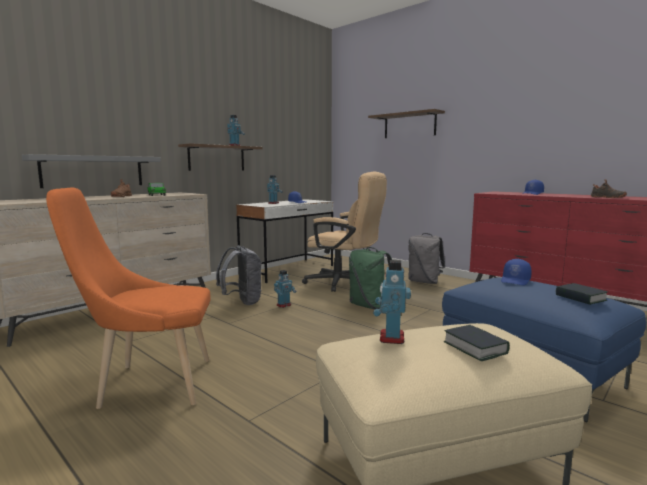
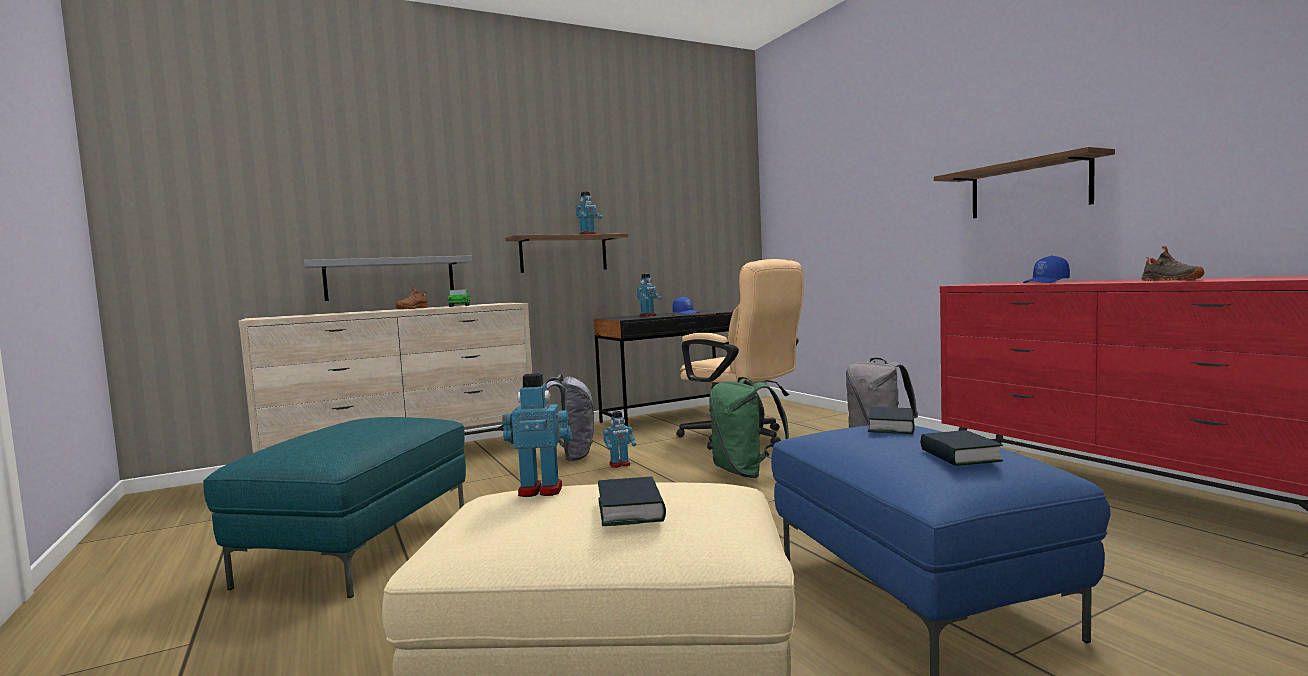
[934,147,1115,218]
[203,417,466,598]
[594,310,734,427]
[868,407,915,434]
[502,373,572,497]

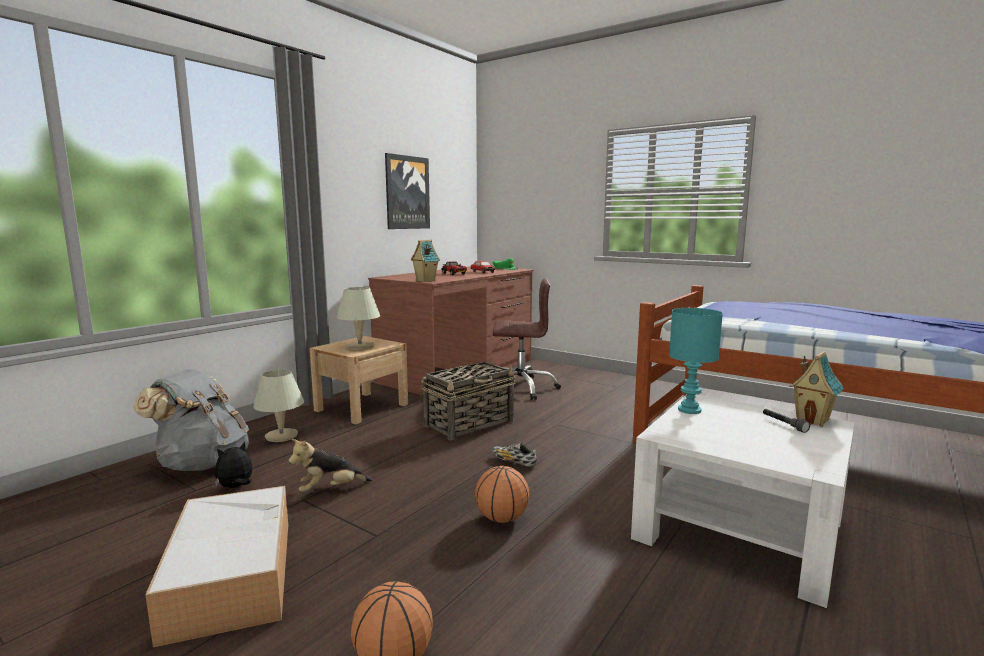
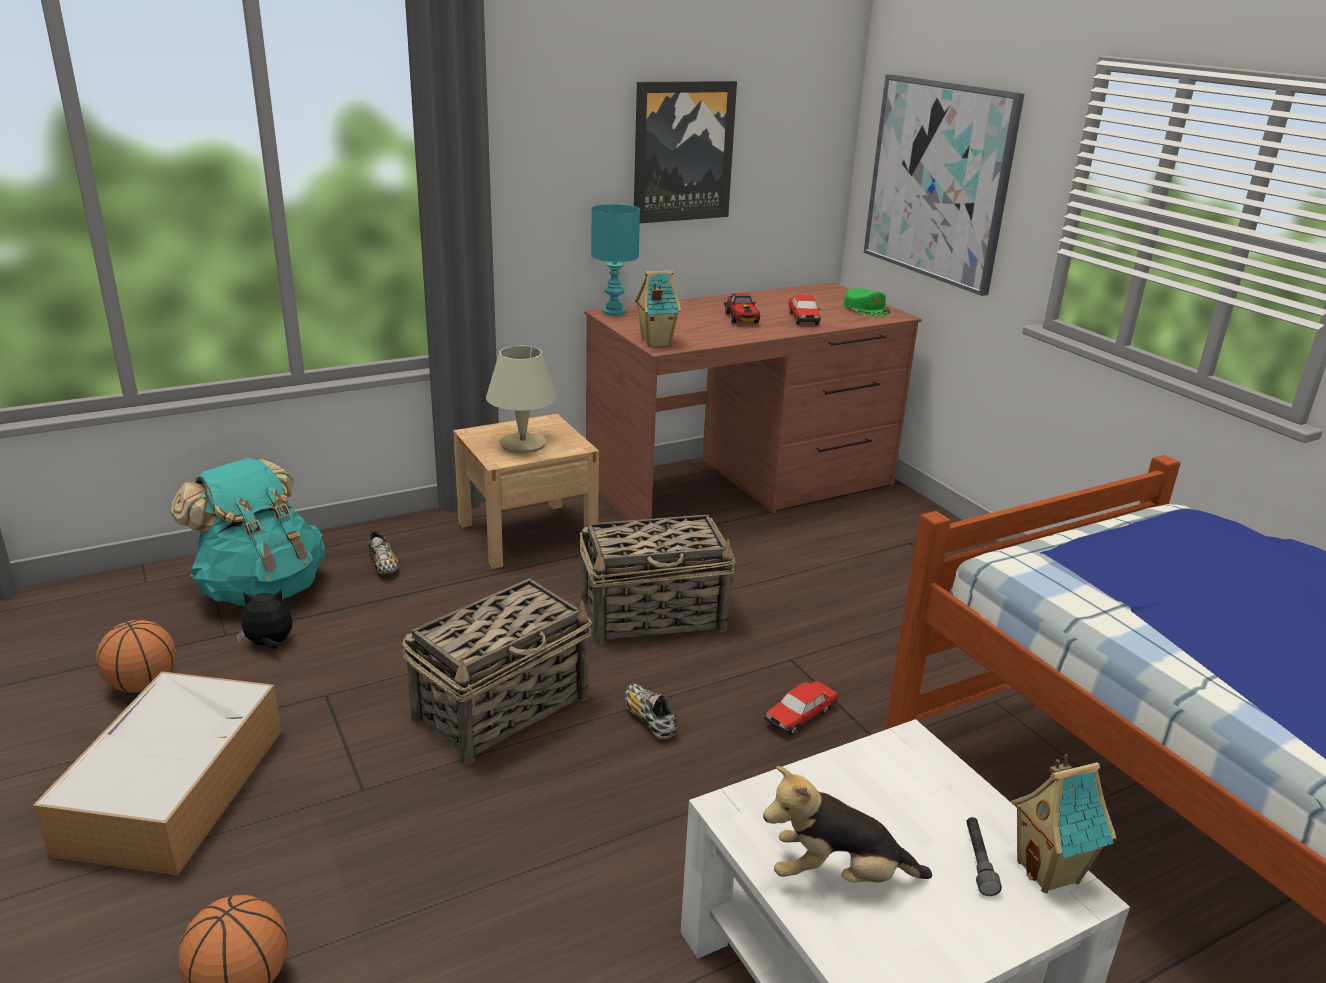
[493,278,561,400] (first image)
[591,204,640,315]
[171,458,325,606]
[368,530,399,575]
[763,766,932,883]
[96,620,177,693]
[863,74,1025,296]
[402,578,592,765]
[764,681,838,736]

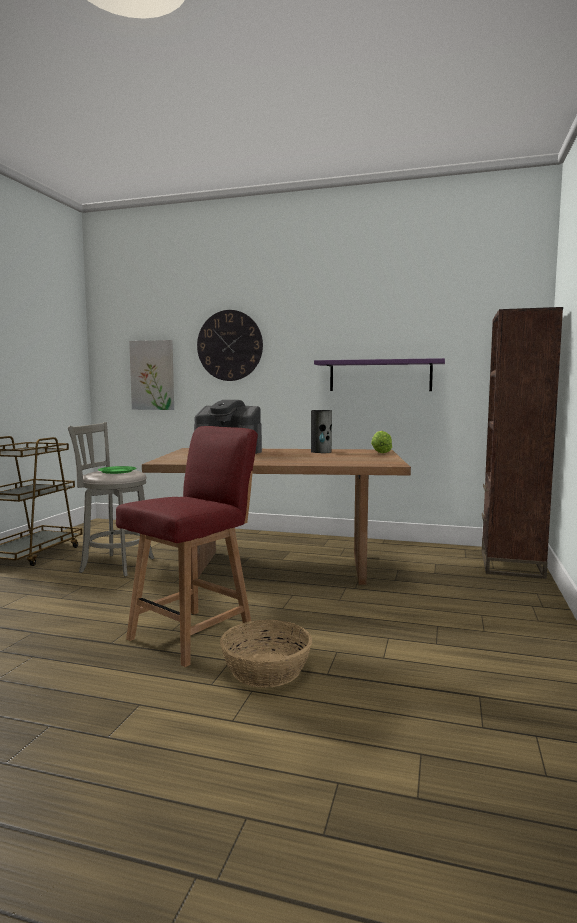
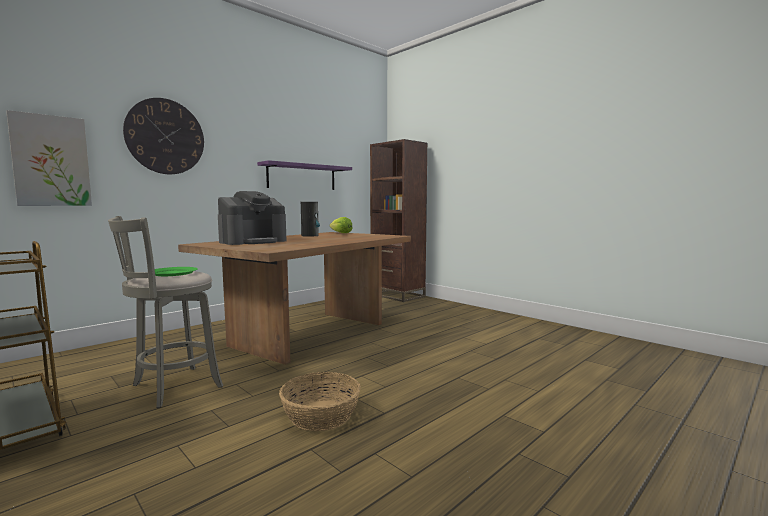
[116,426,258,667] (first image)
[279,372,361,431]

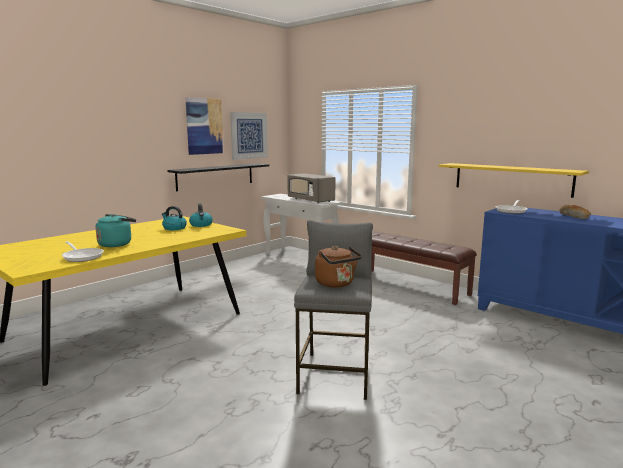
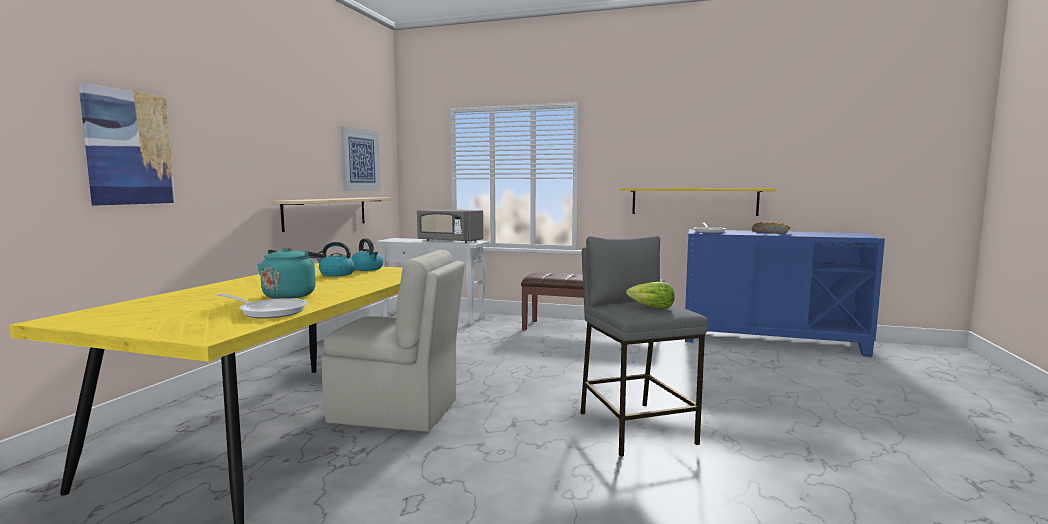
[79,83,175,205]
[271,197,391,232]
[626,282,675,309]
[322,250,465,432]

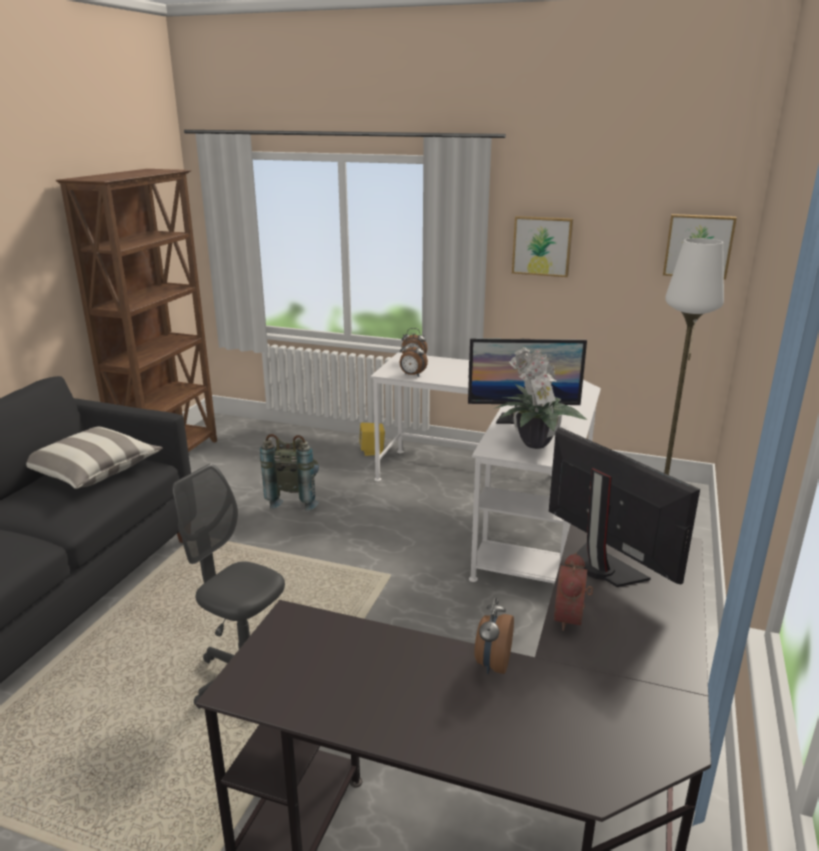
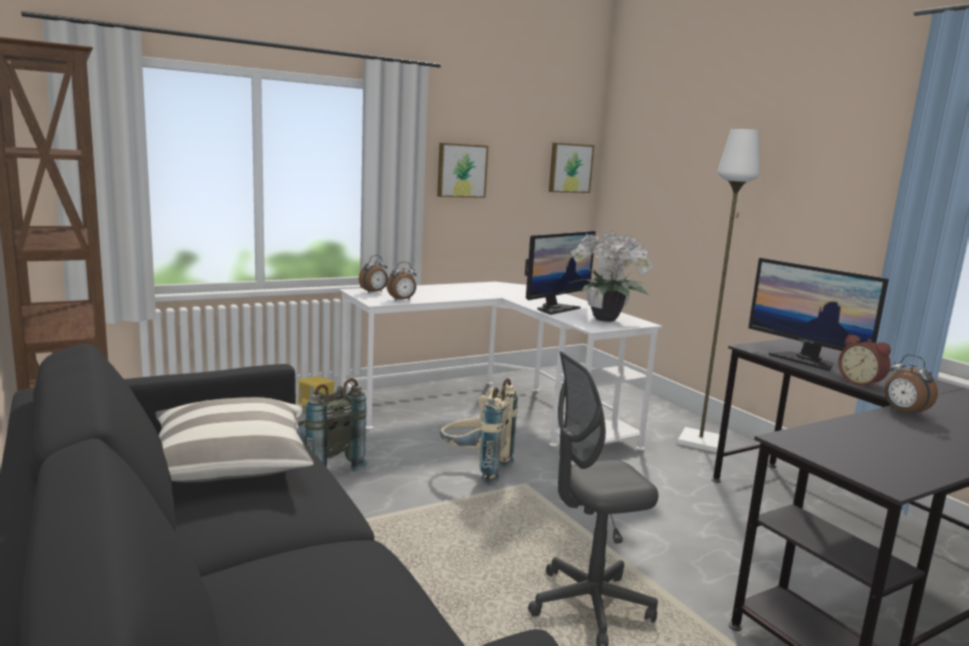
[748,258,889,371]
[440,378,518,485]

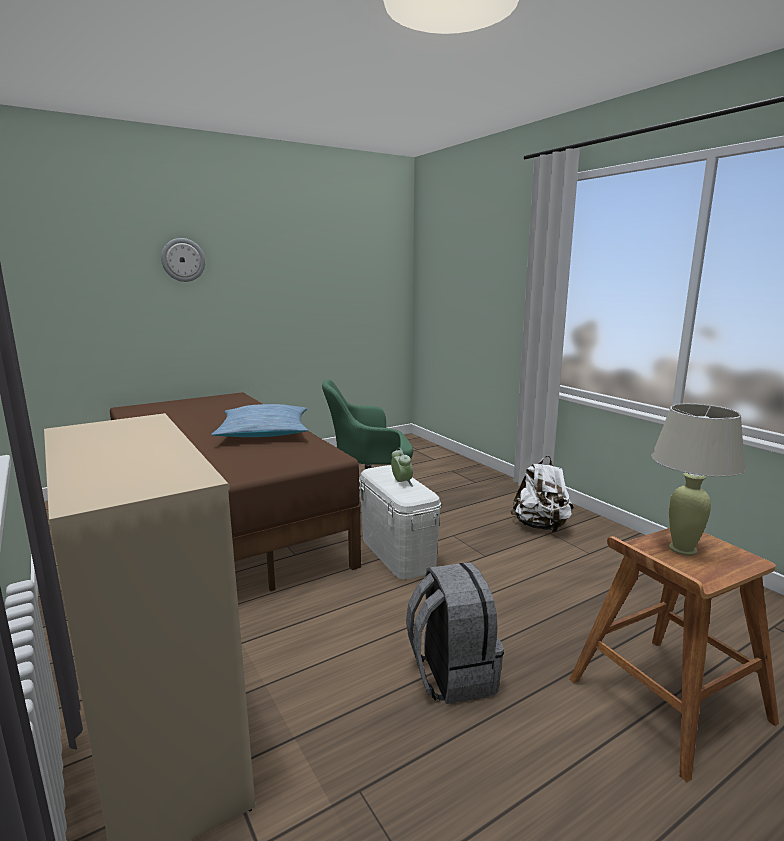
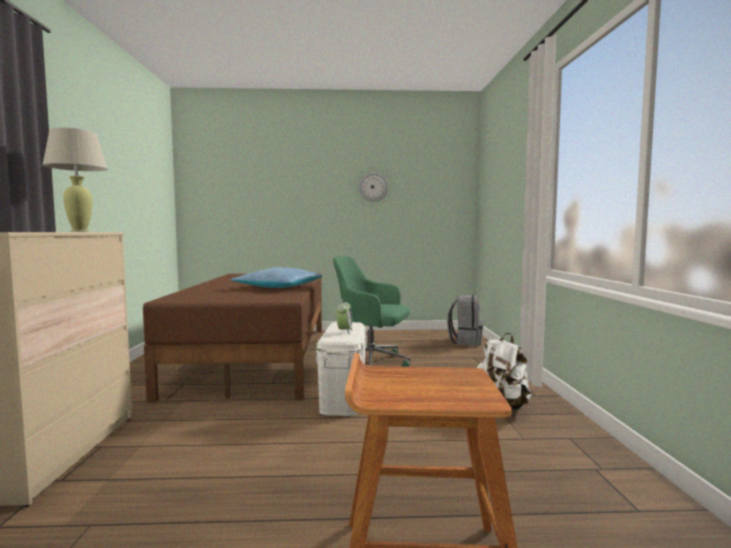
[359,172,388,202]
[42,127,108,232]
[447,295,484,346]

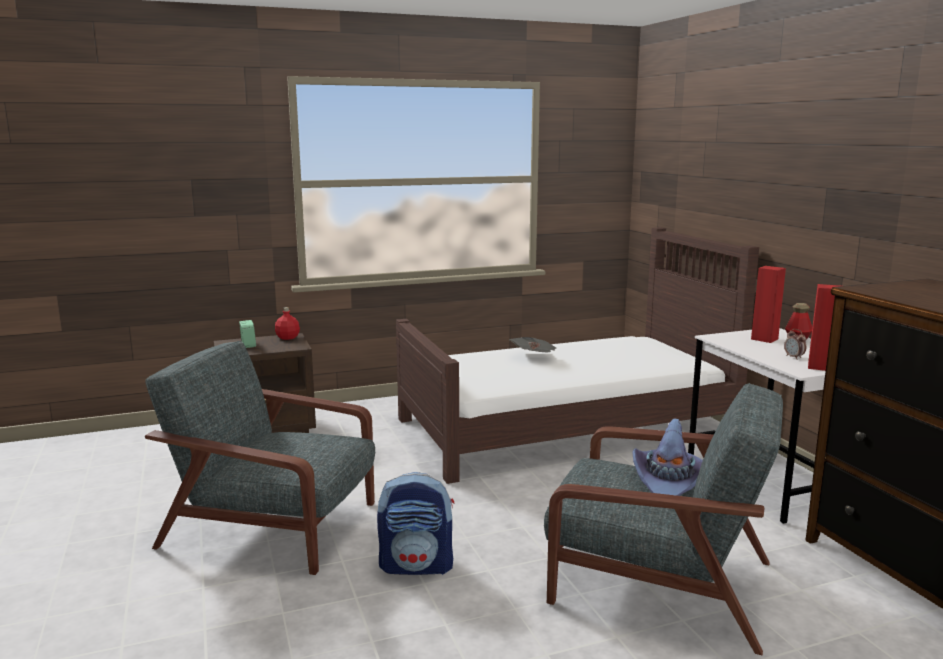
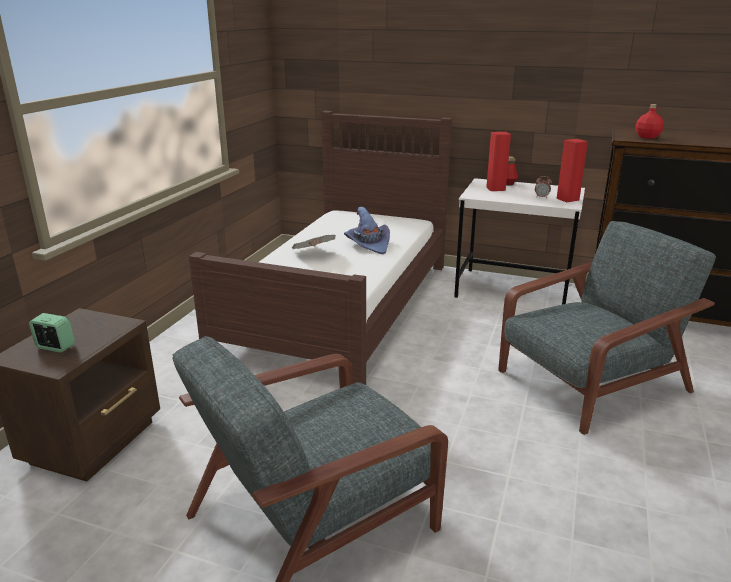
[635,104,664,139]
[344,207,390,254]
[377,472,454,575] (first image)

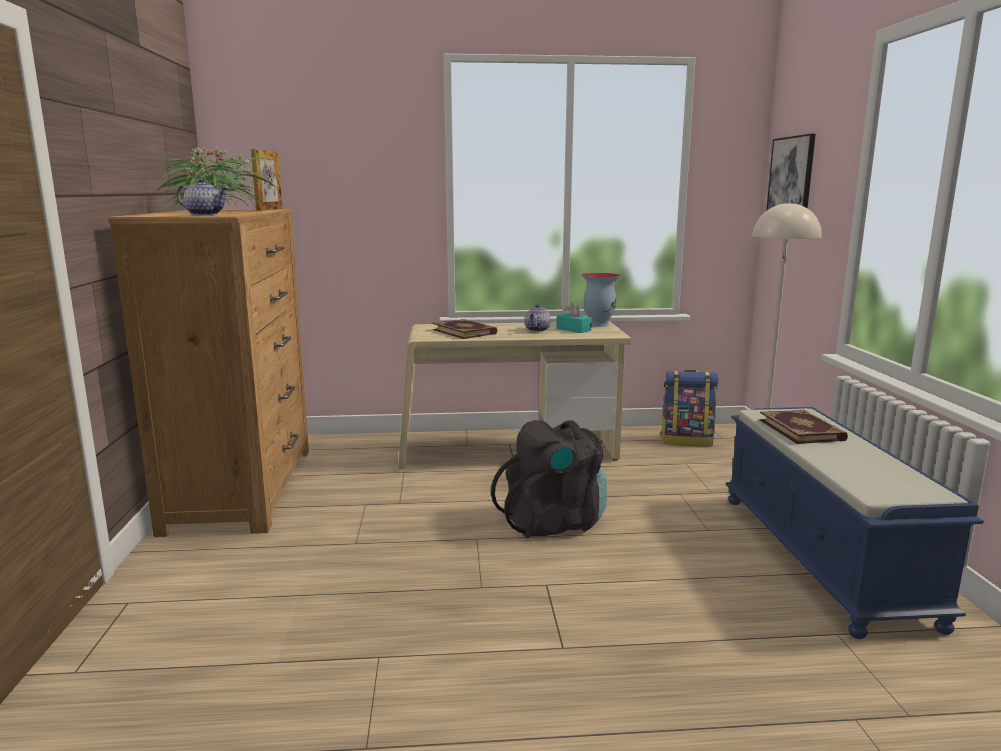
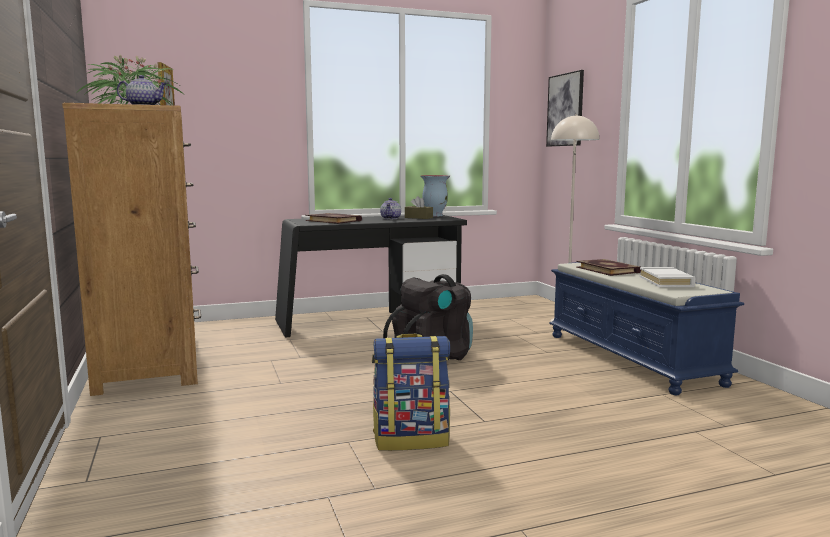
[405,196,433,219]
[275,215,467,338]
[372,333,450,451]
[639,267,696,287]

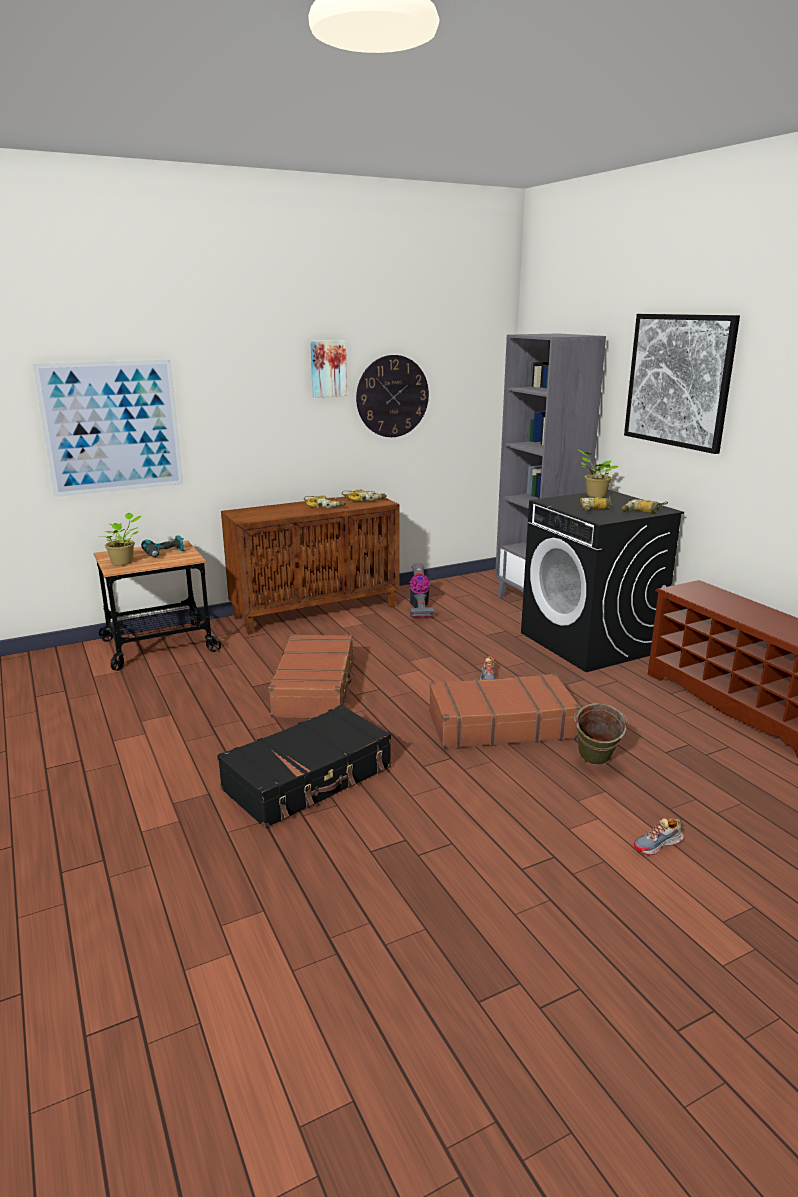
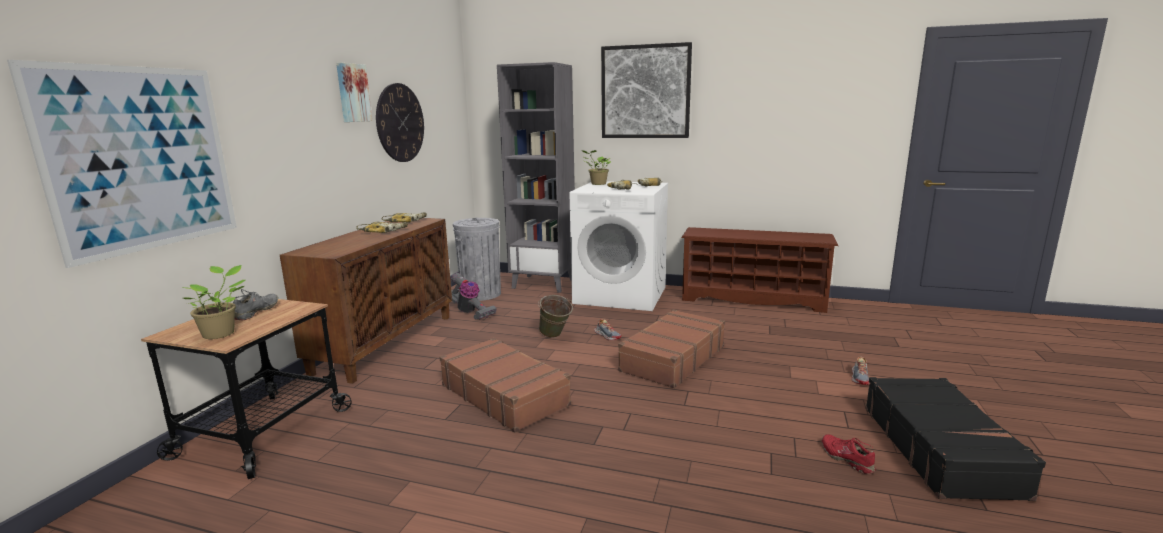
[569,181,668,311]
[233,289,278,320]
[538,295,573,338]
[865,377,1046,501]
[453,218,501,301]
[822,434,876,474]

